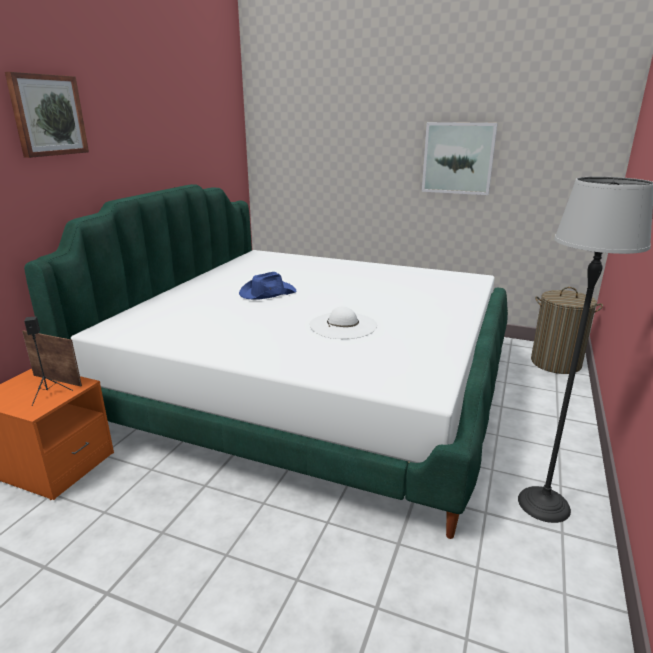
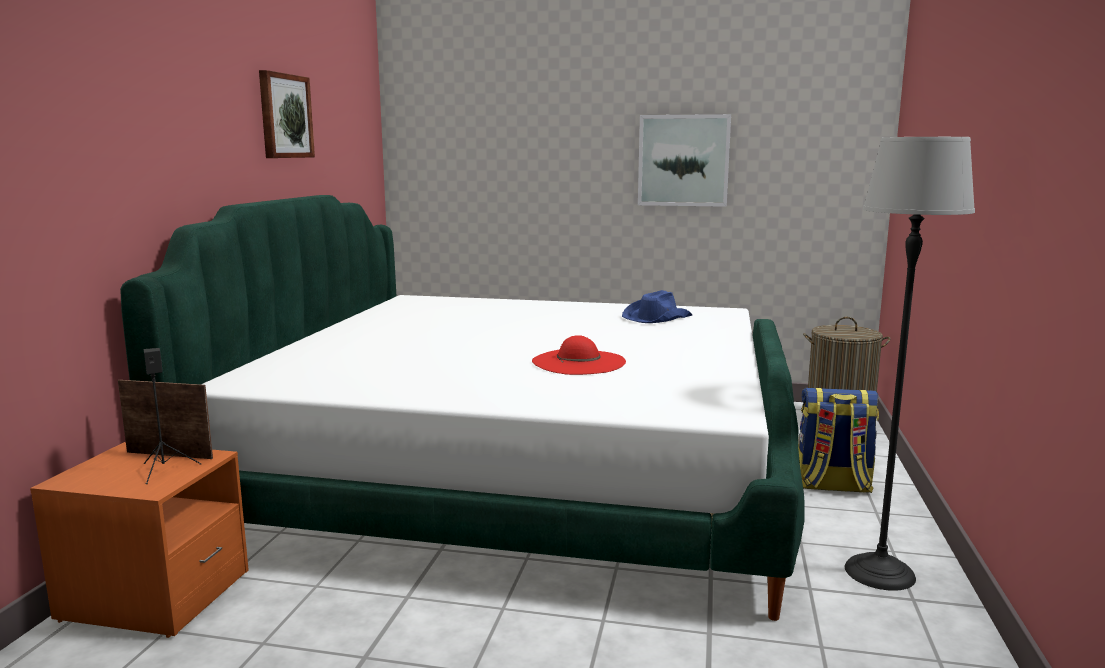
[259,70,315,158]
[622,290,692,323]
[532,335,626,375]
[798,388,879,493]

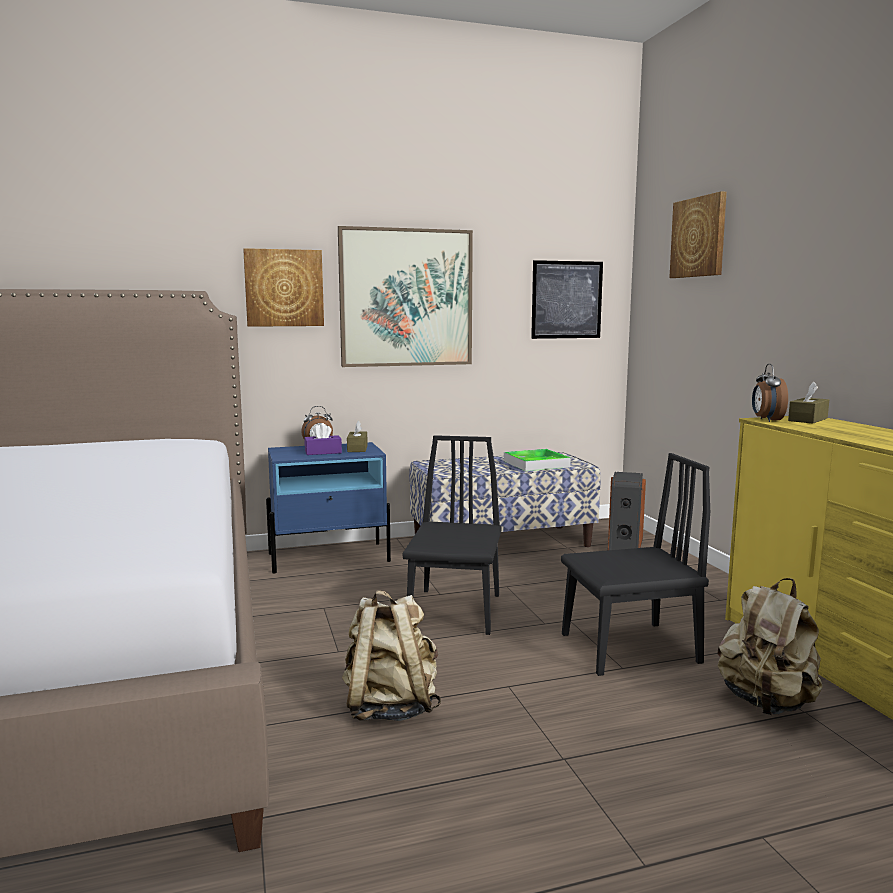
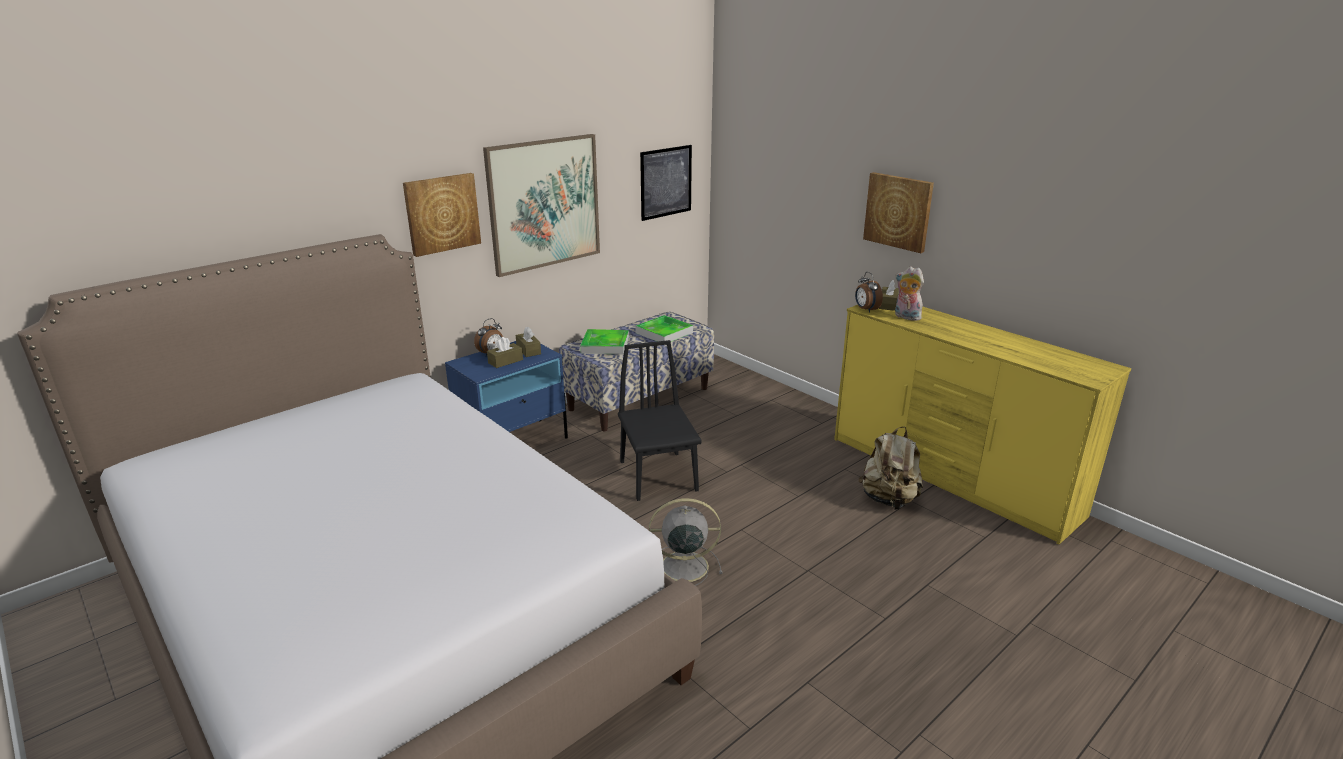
[863,172,934,253]
[487,337,523,368]
[561,453,710,676] (first image)
[608,472,646,550] (first image)
[649,498,723,586]
[895,267,924,321]
[580,329,629,355]

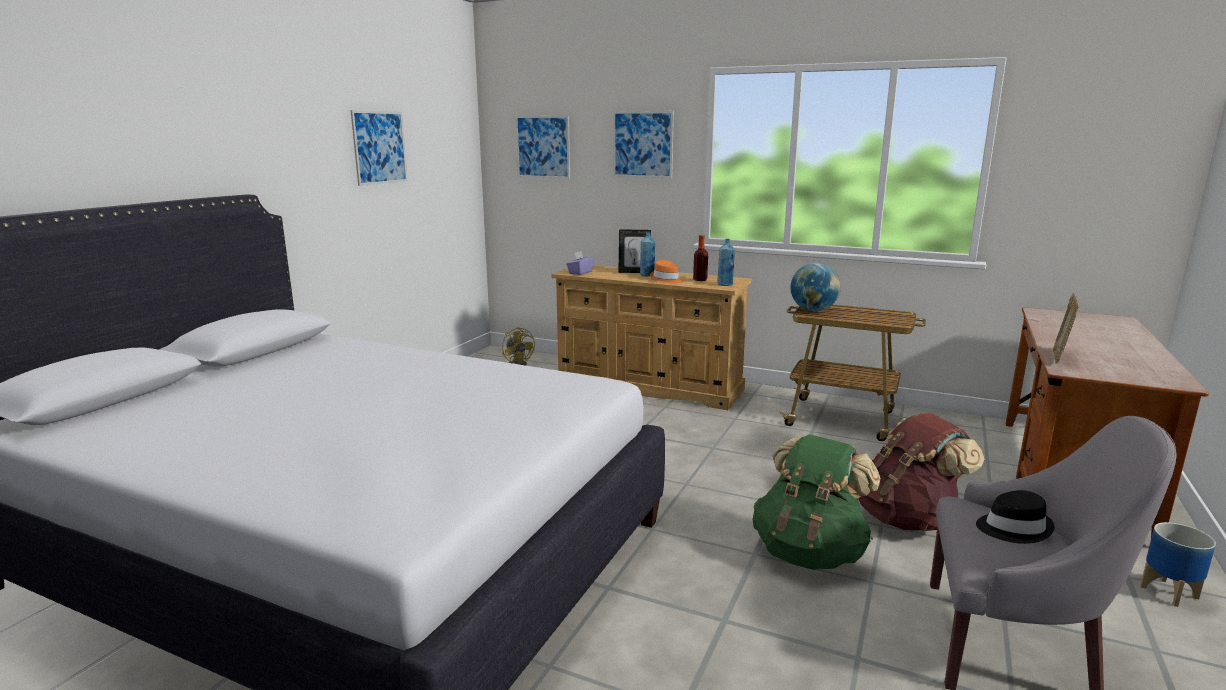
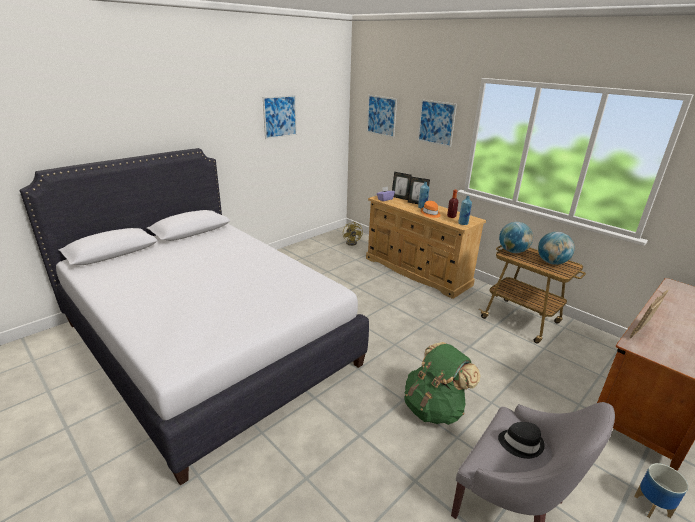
[858,413,984,531] (first image)
[392,172,412,200]
[538,232,575,265]

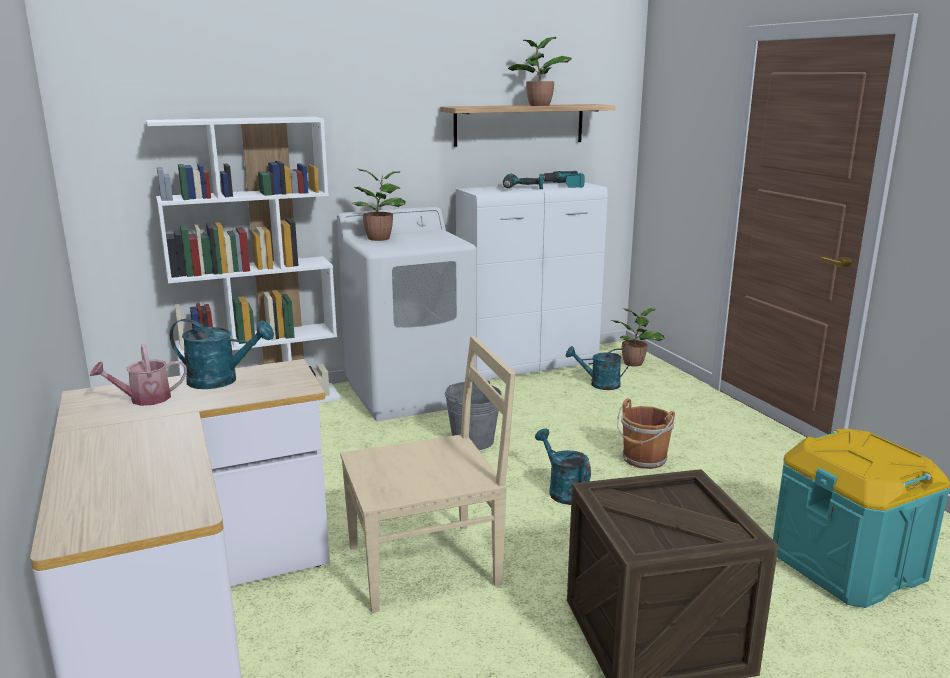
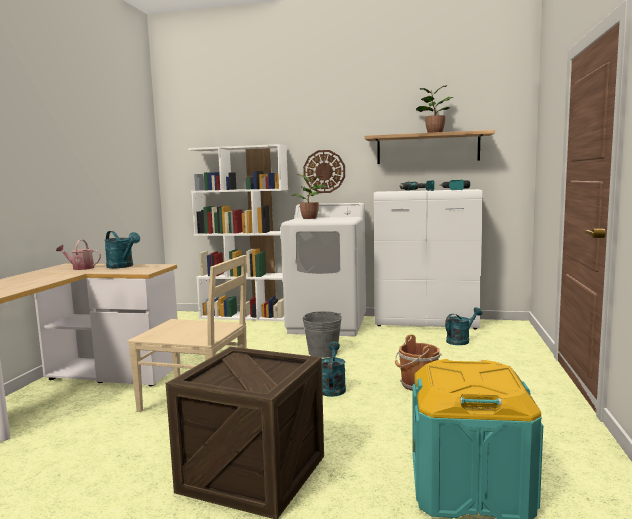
[611,308,664,366] (first image)
[445,307,482,345]
[303,150,345,193]

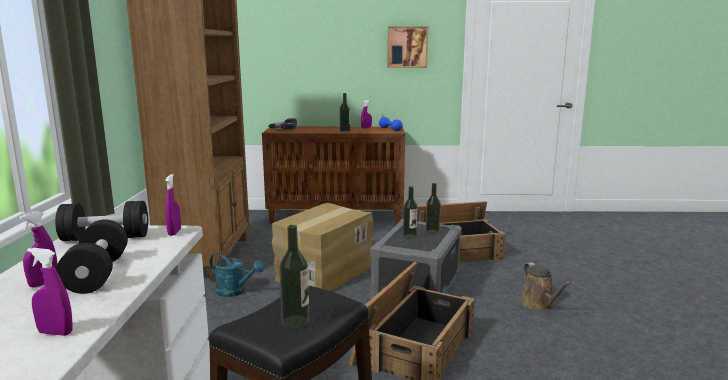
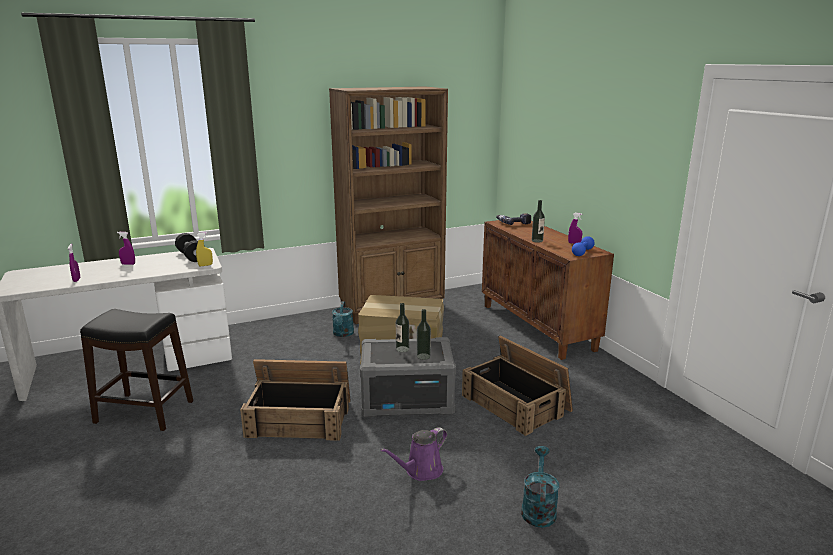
[387,27,428,68] (first image)
[196,232,213,266]
[56,219,128,294] (first image)
[279,225,310,329] (first image)
[380,427,447,481]
[521,446,559,528]

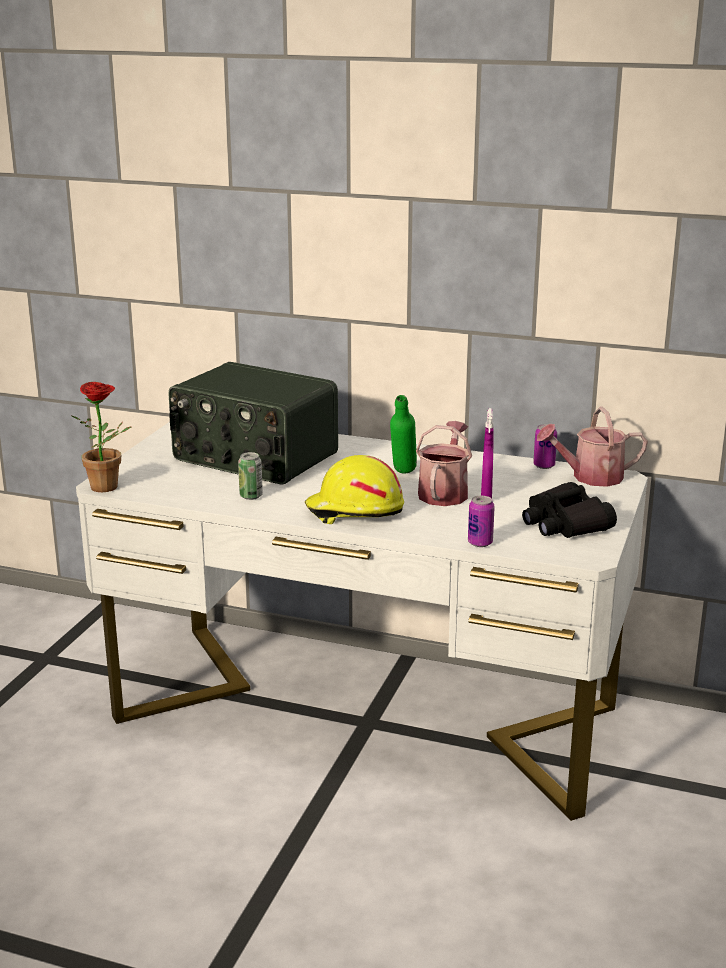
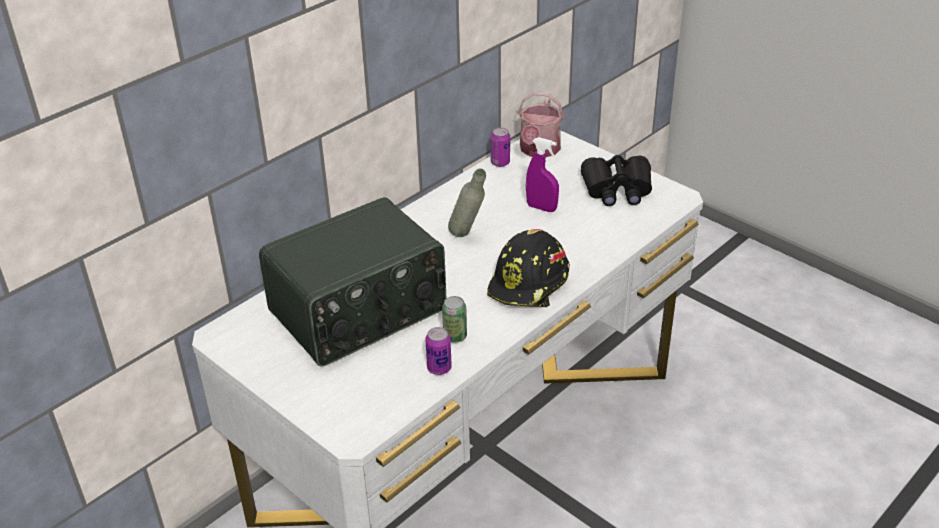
[72,382,132,492] (first image)
[448,168,486,237]
[416,421,472,506] (first image)
[487,229,570,307]
[425,327,452,375]

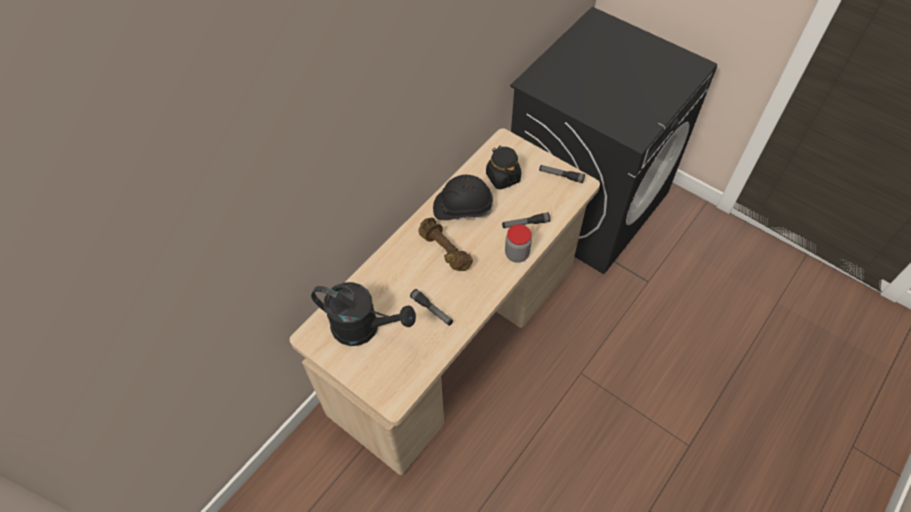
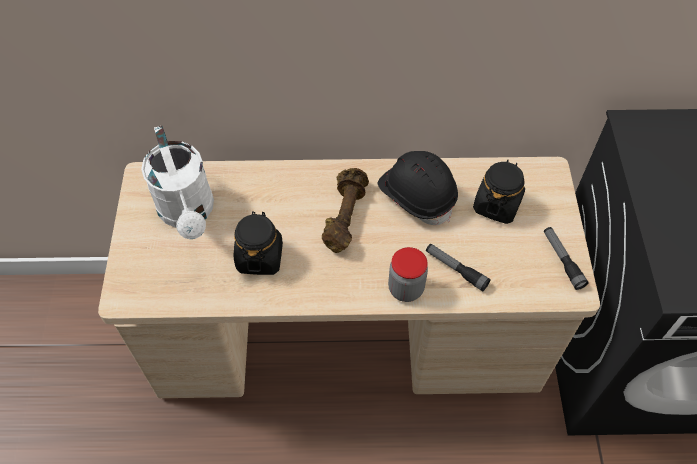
[141,126,214,239]
[234,211,283,275]

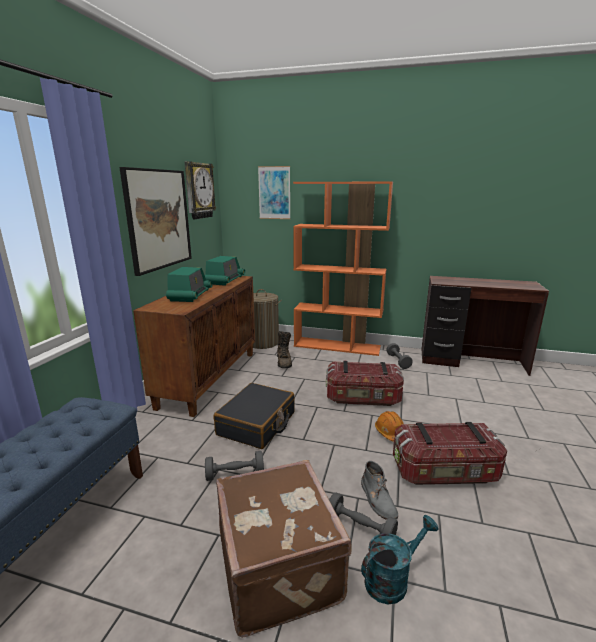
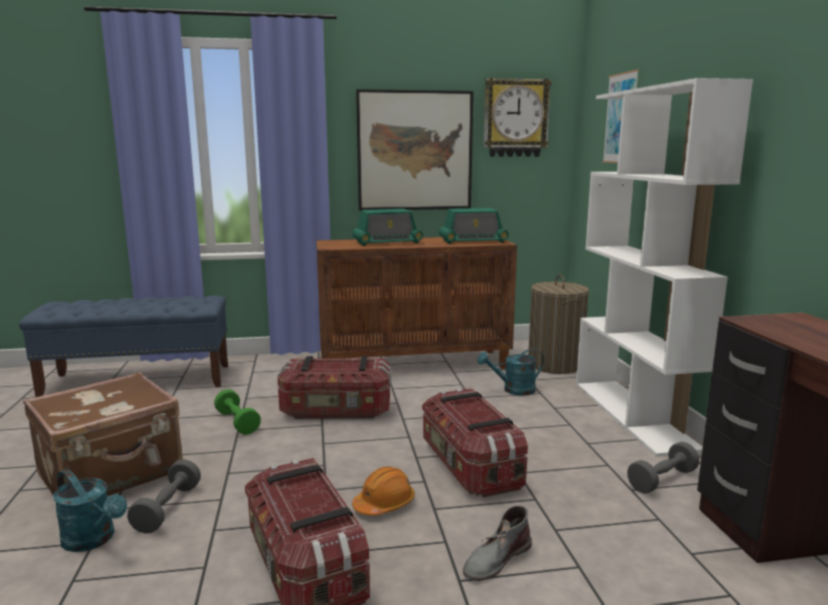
[576,78,753,457]
[478,348,544,396]
[277,356,392,419]
[214,390,261,435]
[463,505,532,581]

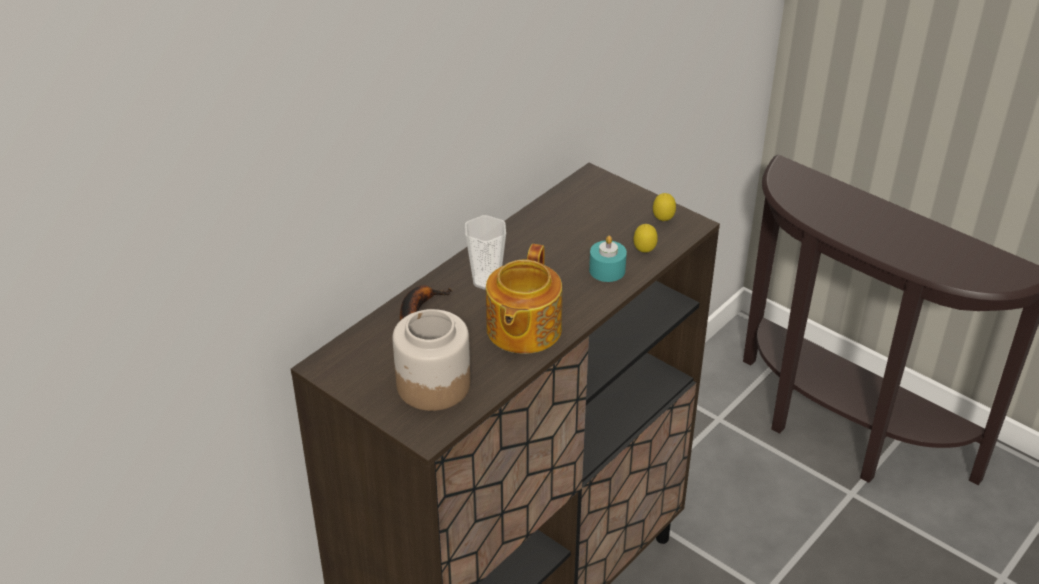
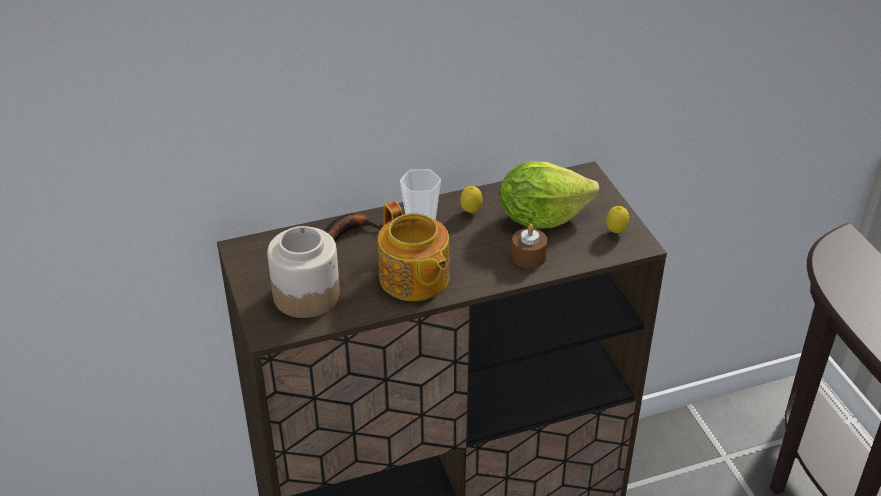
[460,186,483,213]
[511,224,547,268]
[378,201,450,301]
[499,161,600,229]

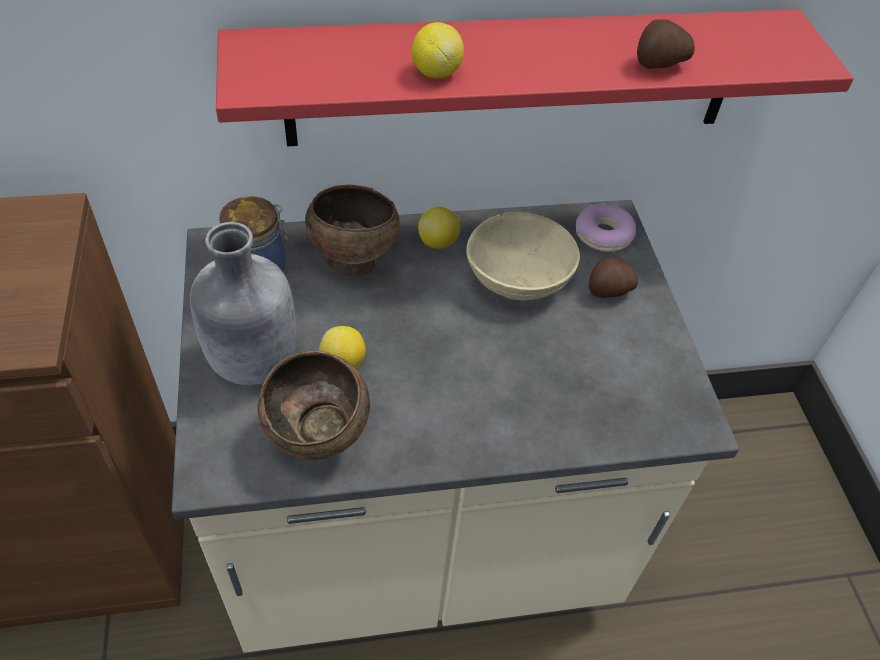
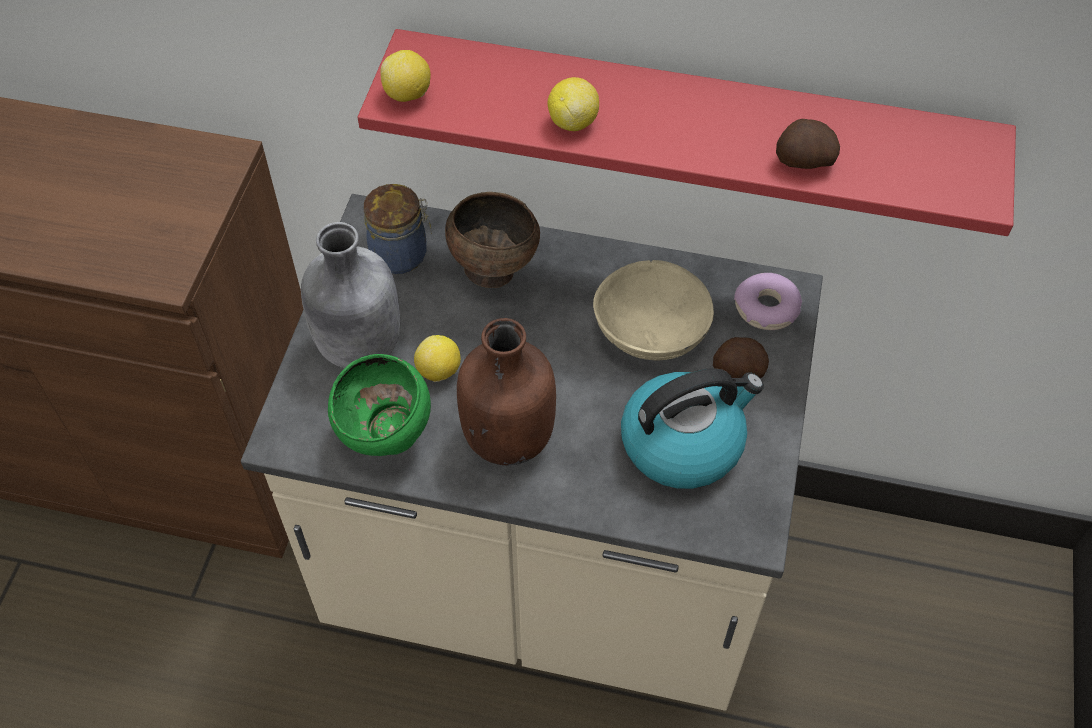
[380,50,431,102]
[328,354,431,456]
[457,318,556,466]
[621,368,764,489]

